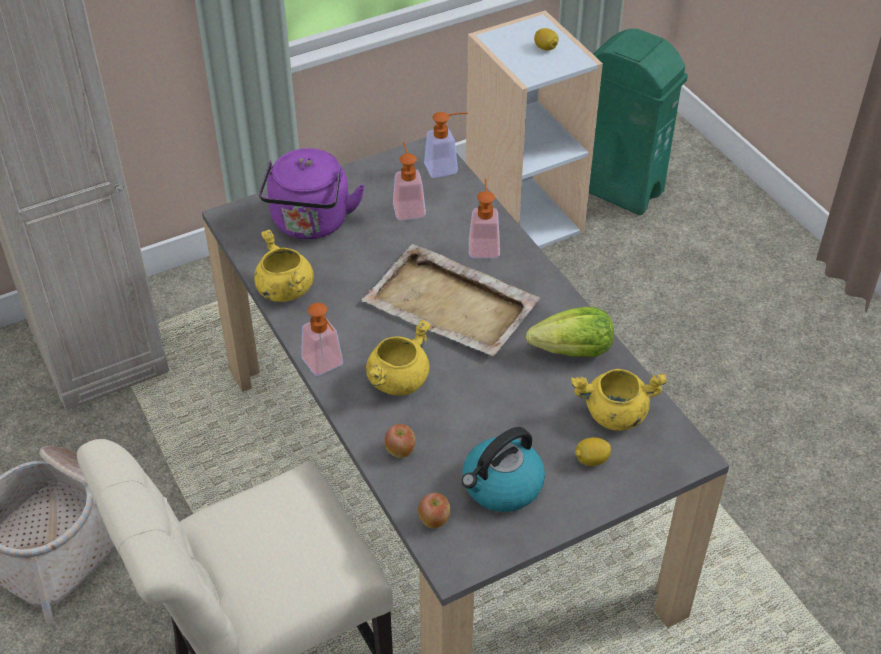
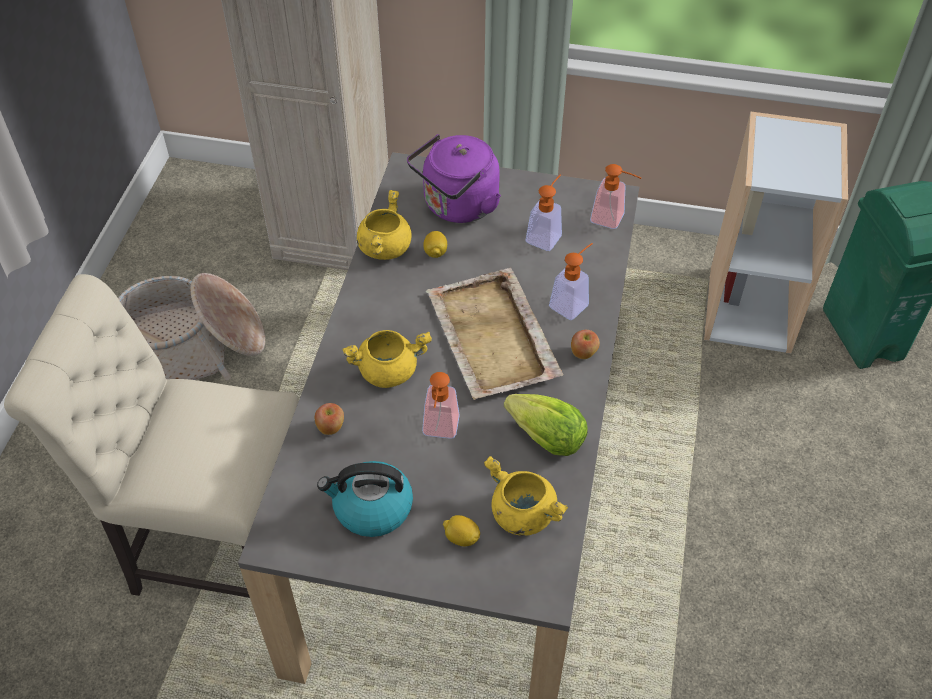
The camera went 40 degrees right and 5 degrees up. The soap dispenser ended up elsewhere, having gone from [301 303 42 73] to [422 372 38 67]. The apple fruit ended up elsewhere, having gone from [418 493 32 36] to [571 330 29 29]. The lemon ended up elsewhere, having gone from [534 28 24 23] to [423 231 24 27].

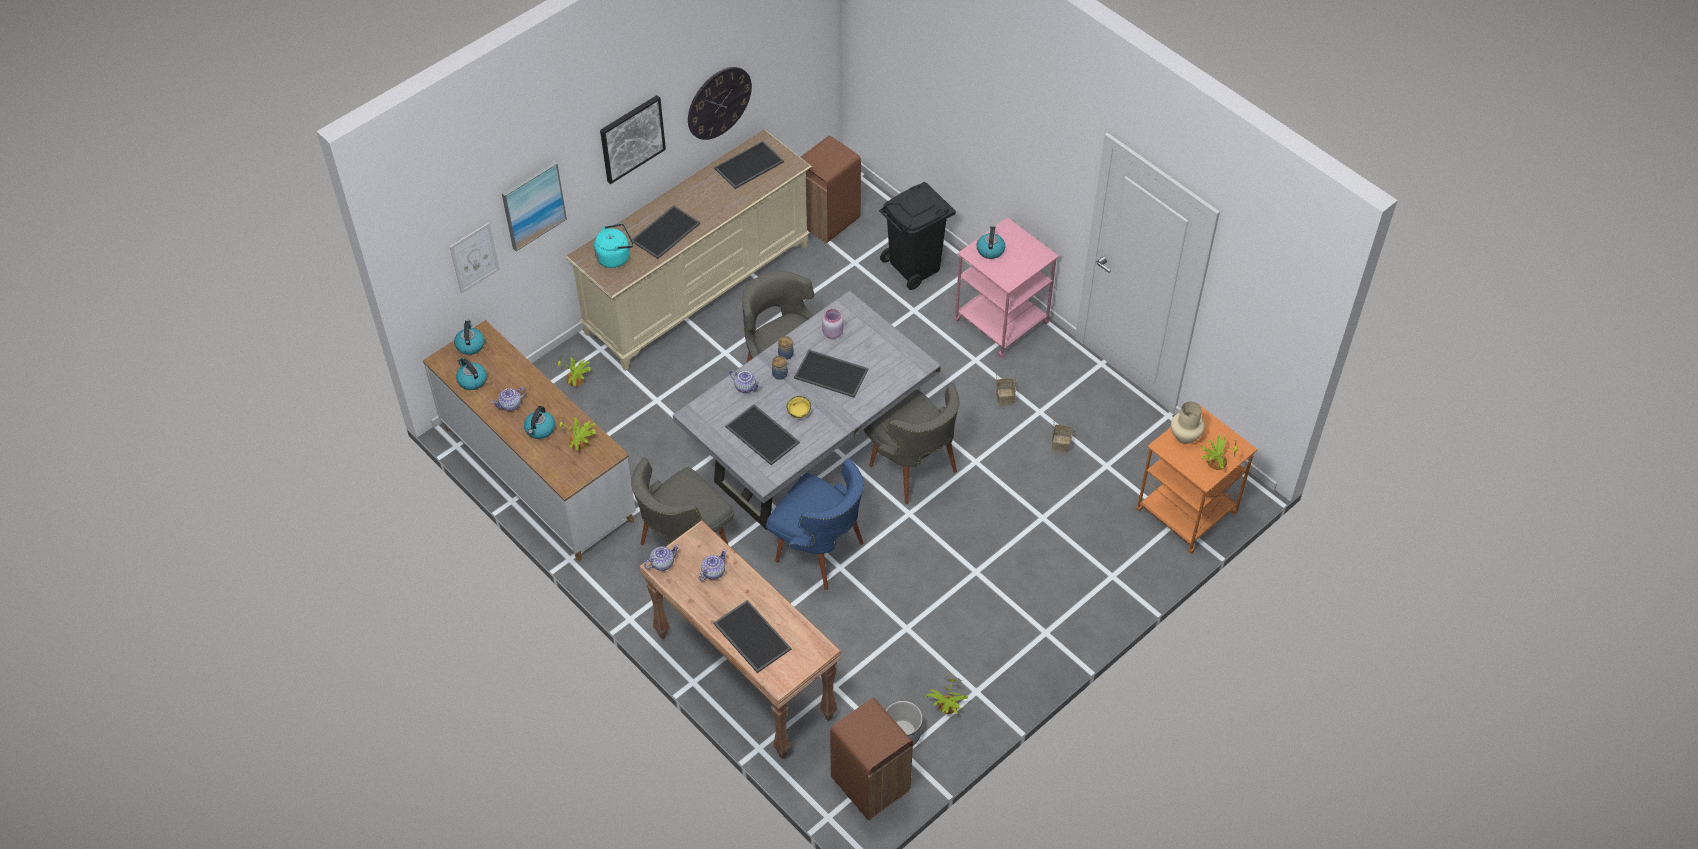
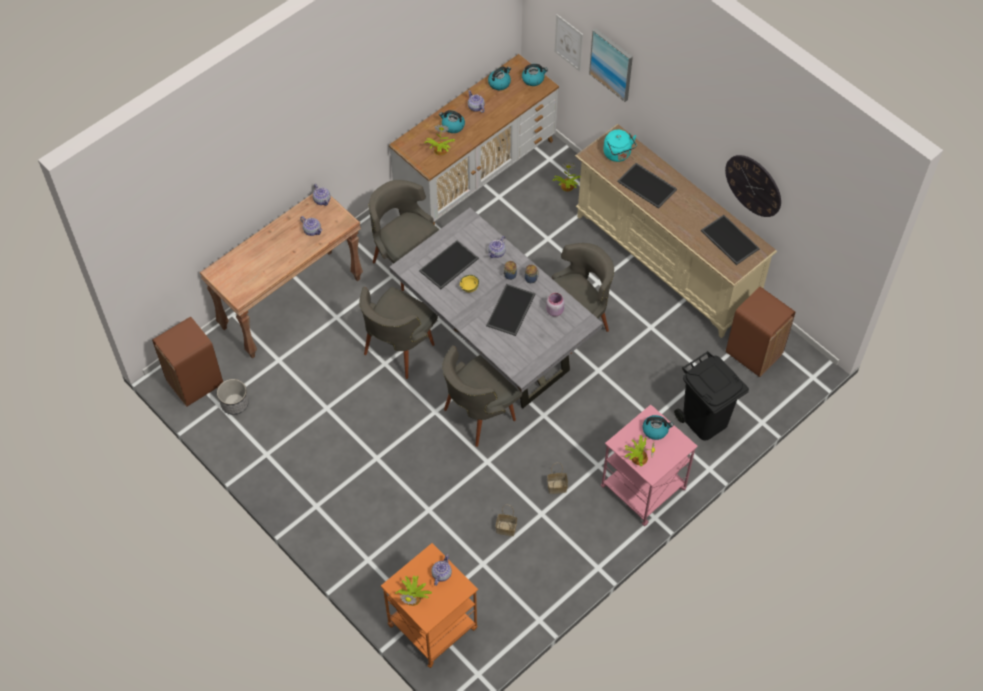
The camera went 90 degrees right and 5 degrees up. The second view lost the wall art at [600 95 66 89]. The second view lost the tray at [714 600 77 73]. The potted plant ended up elsewhere, having gone from [926 675 42 39] to [625 435 30 31]. Where the beige-coloured vase stood at [1171 401 34 43], the tea pot came to stand at [431 554 21 32]. What was the blue-coloured upright chair at [766 458 98 132] turned into the greyish upright chair at [359 287 79 92].

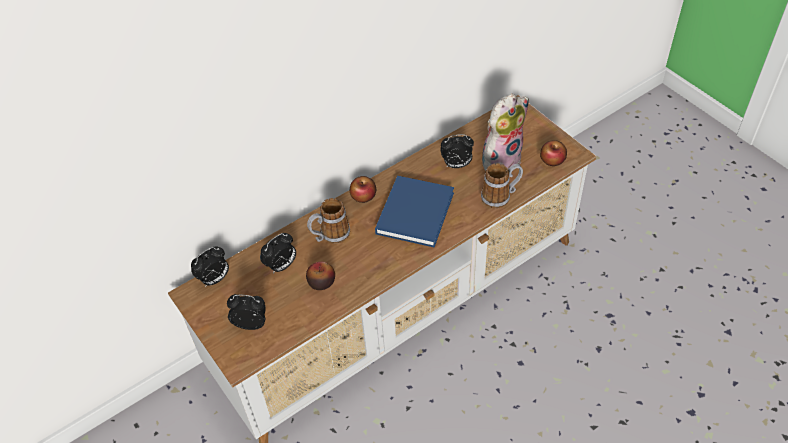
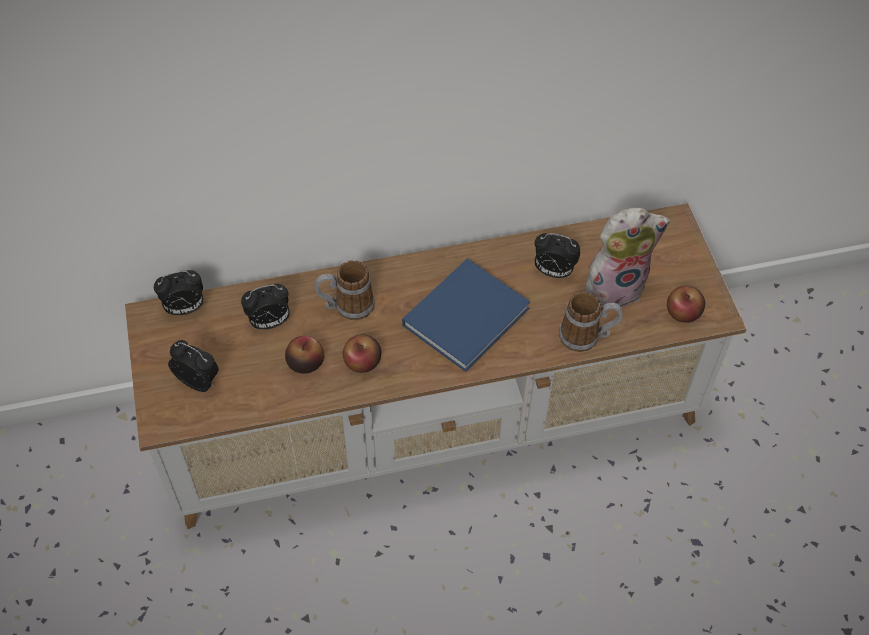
The camera went 20 degrees right and 5 degrees up. The apple fruit ended up elsewhere, having gone from [350 176 26 27] to [343 334 38 39].

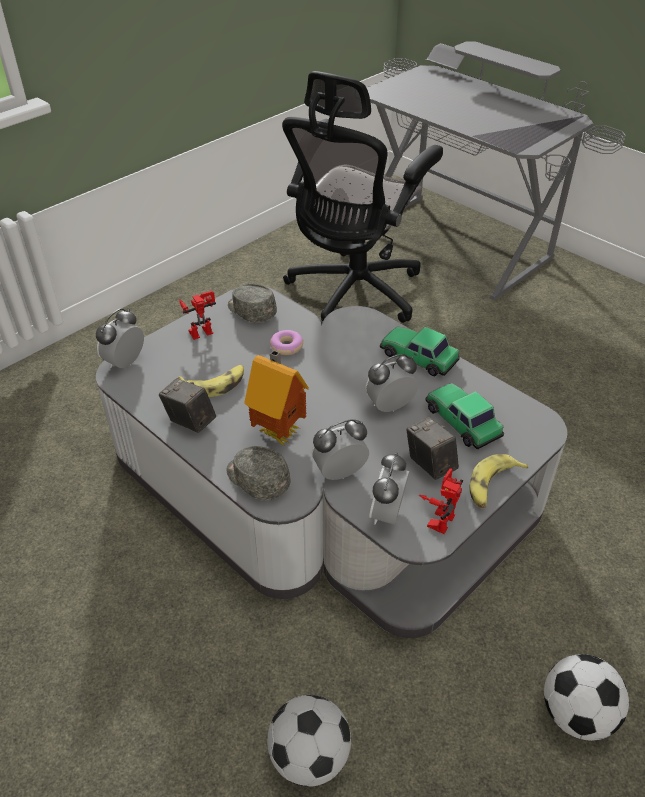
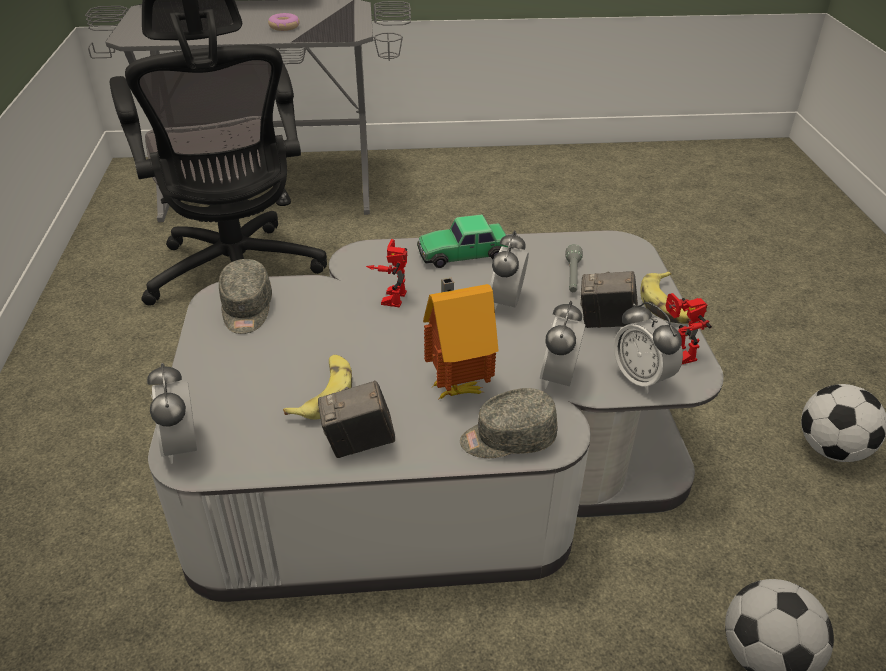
The camera went 50 degrees left and 5 degrees down. The robot figure ended up elsewhere, having gone from [179 291 37 49] to [366 239 41 69]. The ring doughnut ended up elsewhere, having gone from [270 330 33 25] to [268 13 32 18]. Where the toy car stood at [425 383 79 66], the greyish flashlight came to stand at [565 244 18 48]. The greyish cap at [228 284 49 39] ended up facing another way, 90 degrees counterclockwise from before.

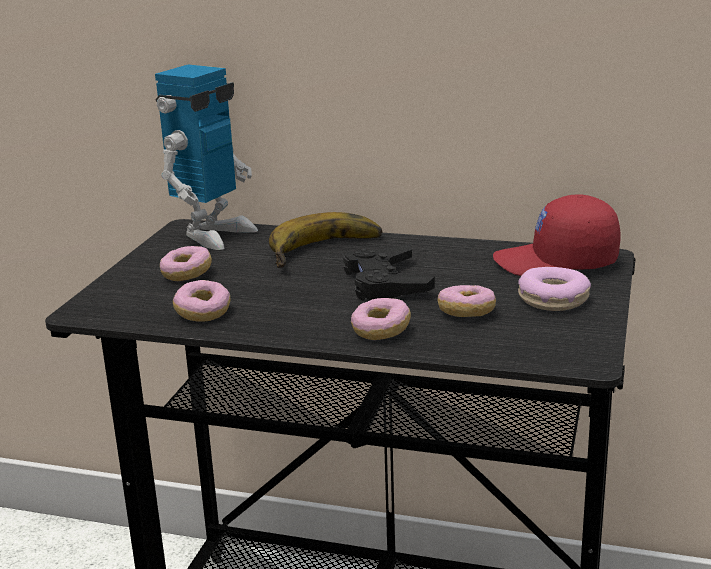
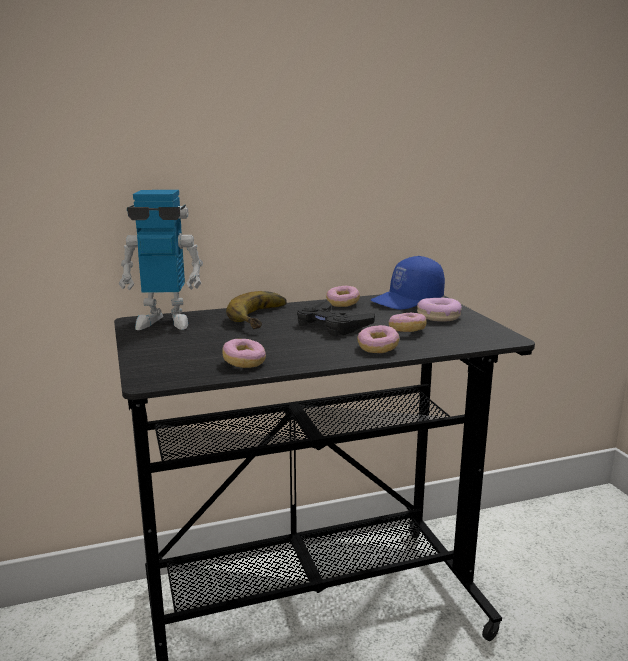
The camera went 35 degrees left and 5 degrees down. The ring doughnut ended up elsewhere, having gone from [160 246 52 35] to [326 286 34 21]. What was the red-coloured cap at [493 195 128 81] turned into the blue-coloured cap at [371 256 74 54]. The robot figure at [155 64 103 186] ended up facing another way, 90 degrees clockwise from before.

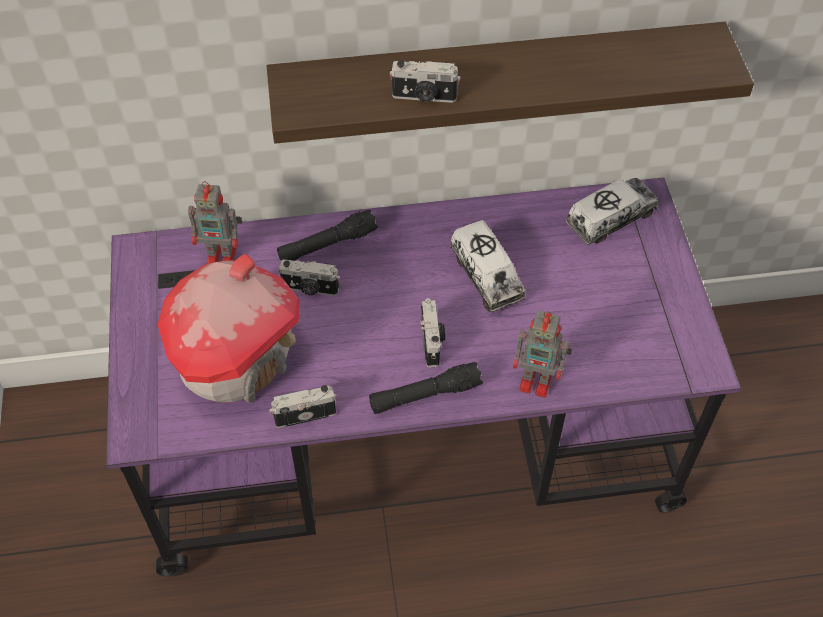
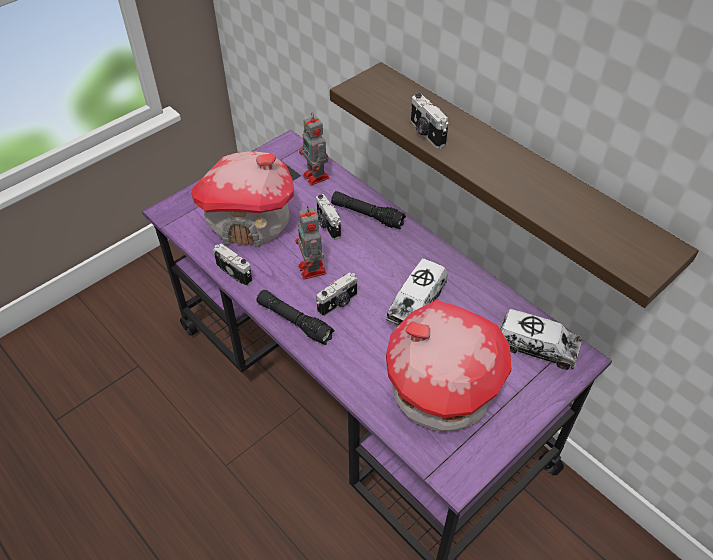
The camera went 55 degrees right and 5 degrees down. The second view gained the miniature house at [386 300 126 131]. The robot figure ended up elsewhere, having gone from [513 311 59 87] to [295 206 31 73].

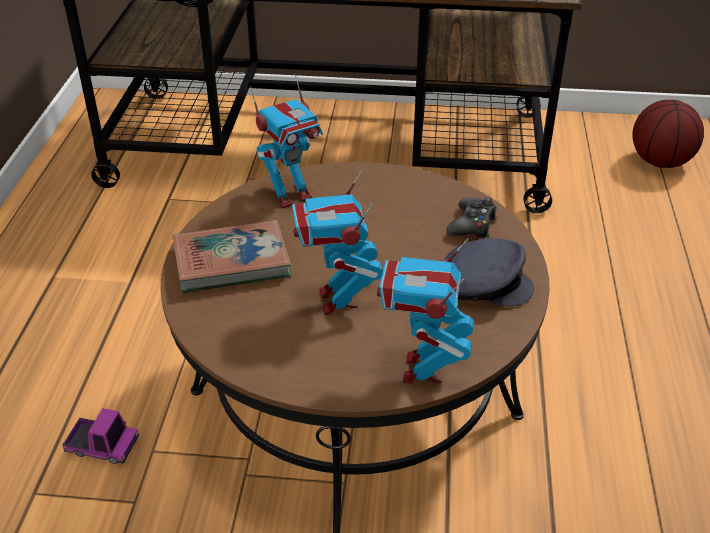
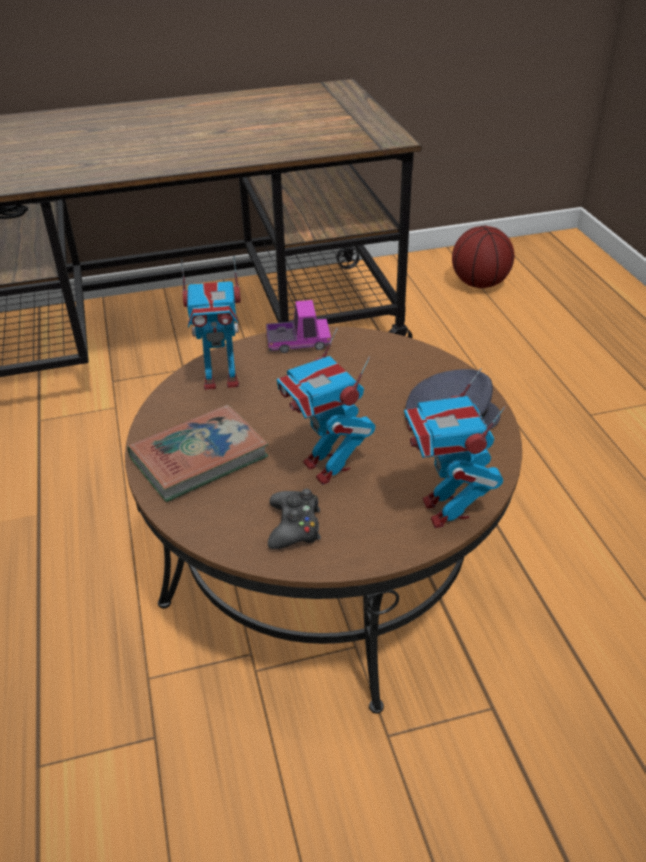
The camera went 20 degrees left and 0 degrees up. The toy truck ended up elsewhere, having gone from [62 408 77 56] to [266 300 65 53]. The black game controller ended up elsewhere, having gone from [446 197 51 42] to [268 489 53 60]. The robot figure at [250 74 73 135] ended up facing another way, 45 degrees clockwise from before.

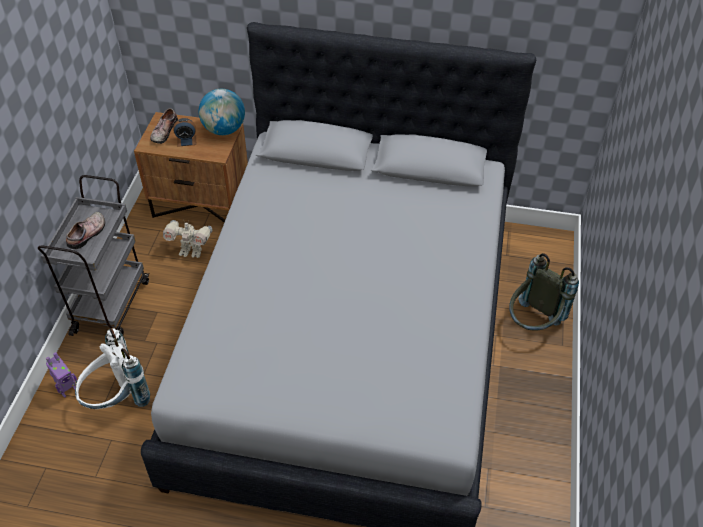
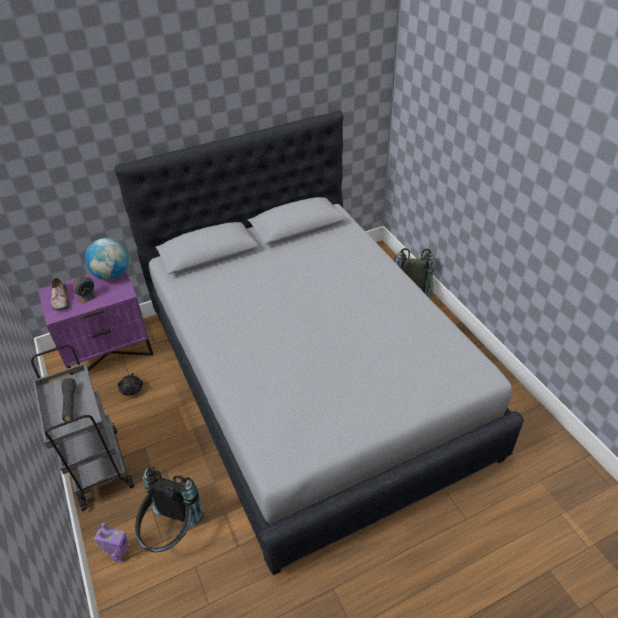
The camera went 35 degrees left and 5 degrees down. Where the low shoe stood at [66 212 39 37], the black flashlight came to stand at [62 378 14 44]. Where the robot figure stood at [163 220 49 38], the black plush toy came to stand at [118 373 25 23]. What was the white backpack at [75 328 75 81] turned into the black backpack at [135 467 69 86]. What was the brownish nightstand at [134 112 114 110] turned into the purple nightstand at [38 271 115 104].

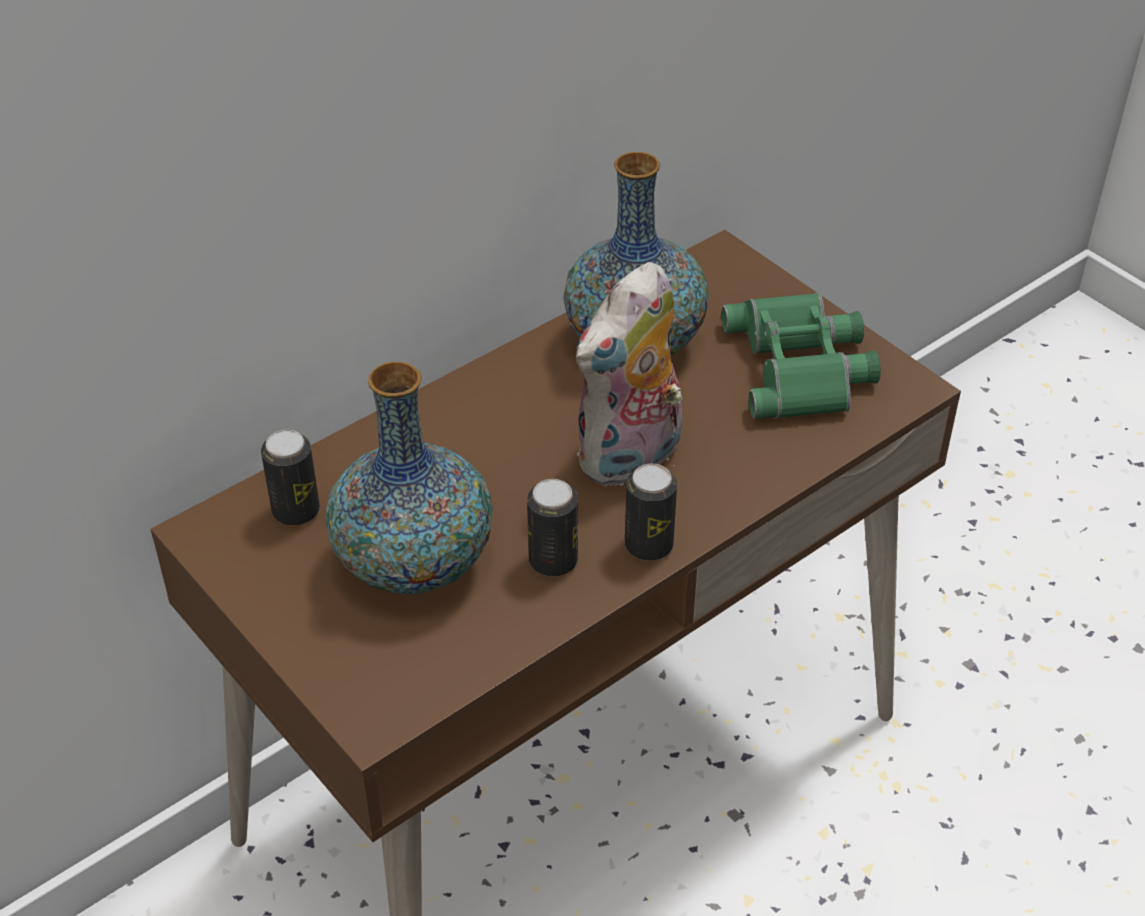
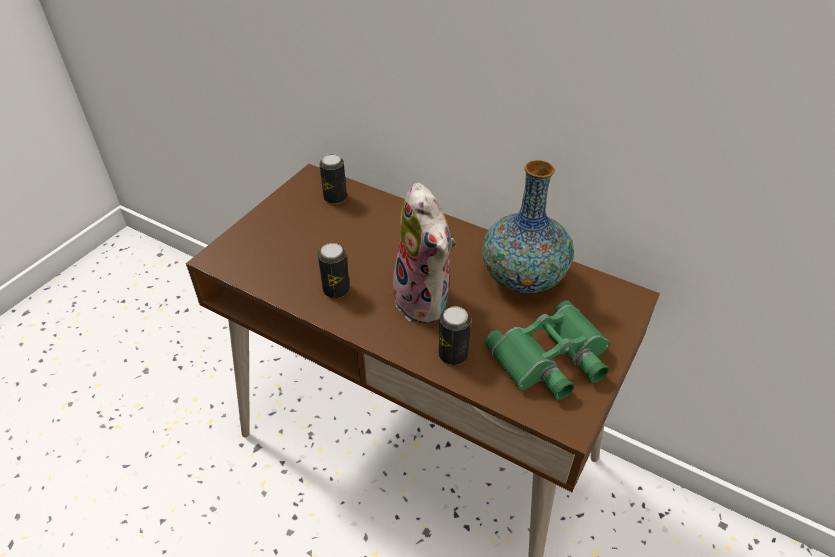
The camera went 70 degrees right and 0 degrees up. The second view lost the vase at [326 362 167 232]. The metal can ended up elsewhere, having gone from [625 464 52 97] to [439 306 32 59]. The plush toy at [576 262 106 225] ended up facing another way, 135 degrees counterclockwise from before.

